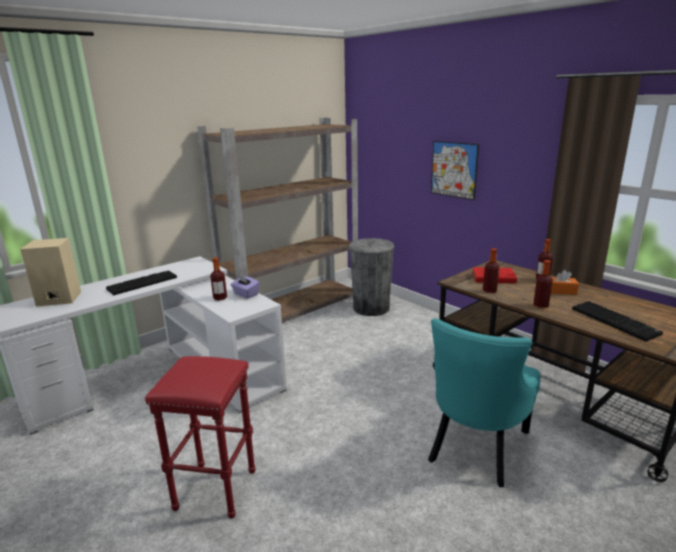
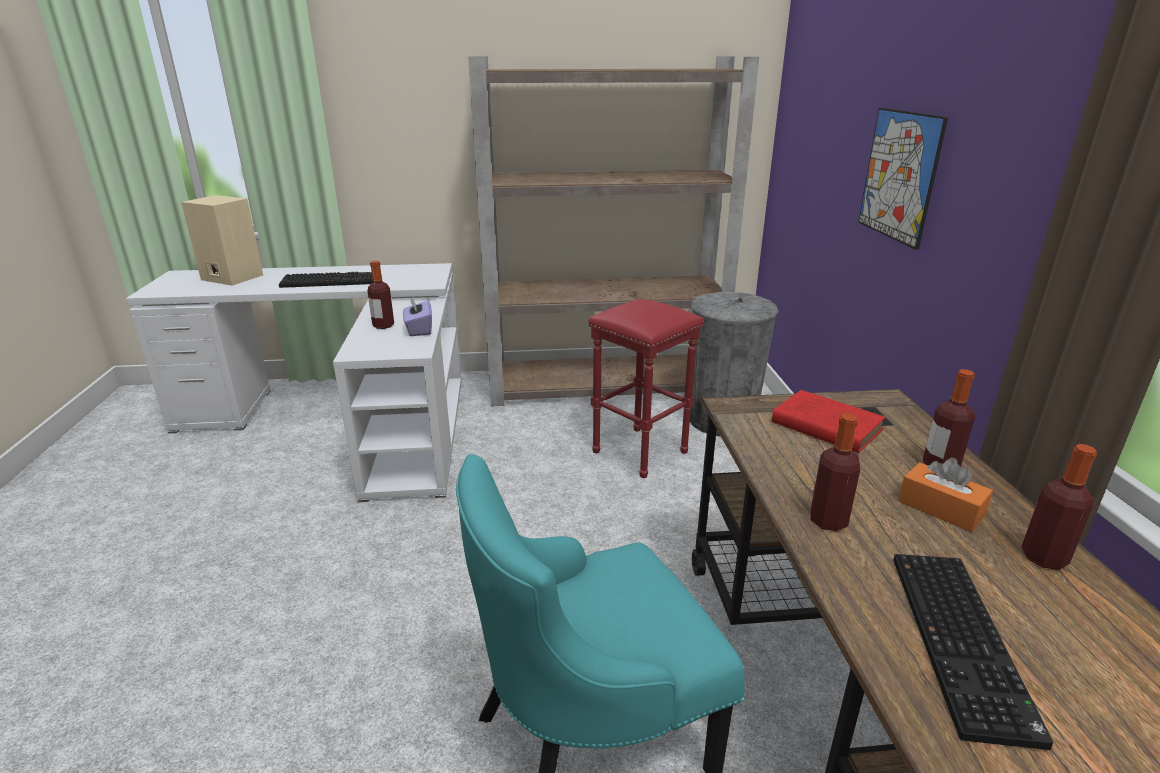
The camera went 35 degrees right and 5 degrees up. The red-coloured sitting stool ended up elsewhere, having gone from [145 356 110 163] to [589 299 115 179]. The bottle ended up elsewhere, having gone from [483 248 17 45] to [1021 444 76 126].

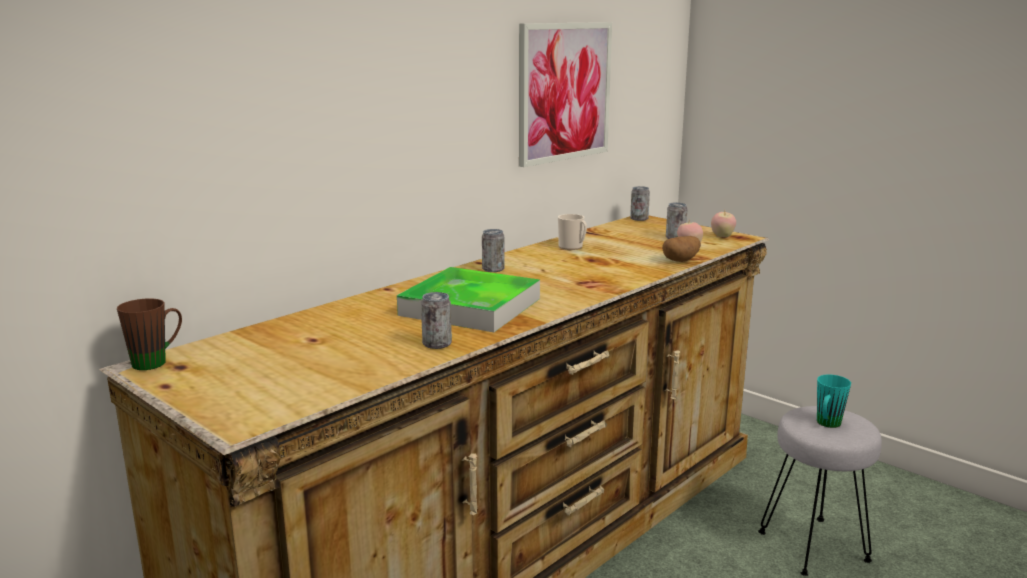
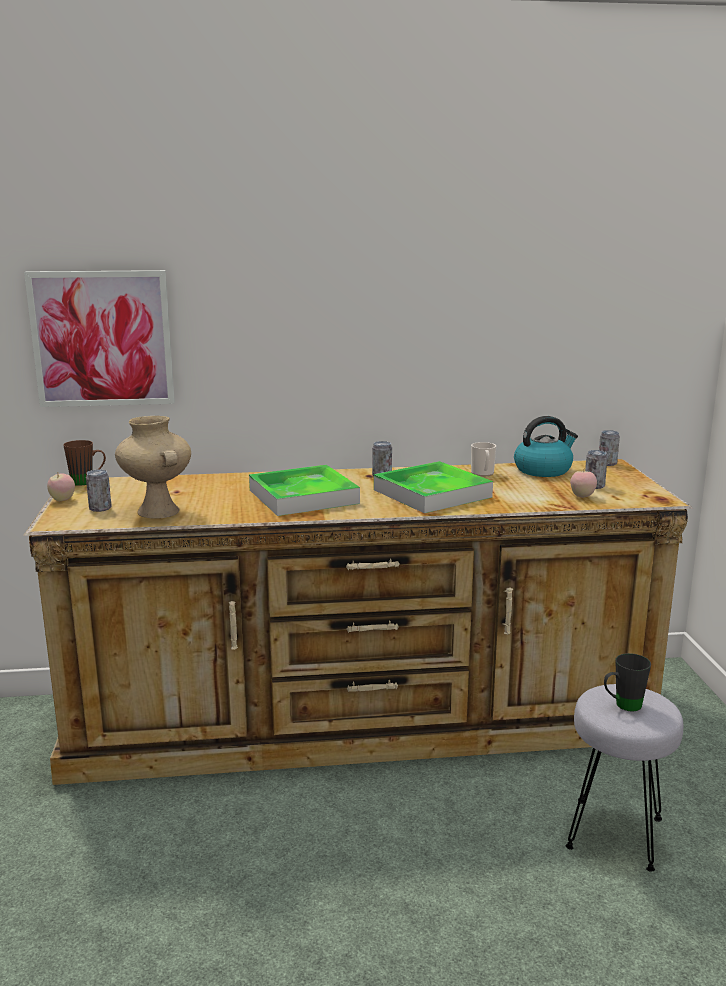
The camera went 40 degrees right and 0 degrees up. The second view lost the whole potato at [662 236 39 26]. The second view gained the beige-coloured vase at [115 416 76 103]. The second view gained the tray at [374 461 119 52]. The second view gained the water kettle at [514 416 64 61]. The metal can ended up elsewhere, having gone from [421 292 31 57] to [86 470 26 42]. The wall art ended up elsewhere, having gone from [519 22 93 145] to [24 270 151 137]. The apple fruit ended up elsewhere, having gone from [711 212 25 25] to [47 474 28 27]. What was the blue-green tea mug at [817 374 34 54] turned into the black tea mug at [604 653 47 58].

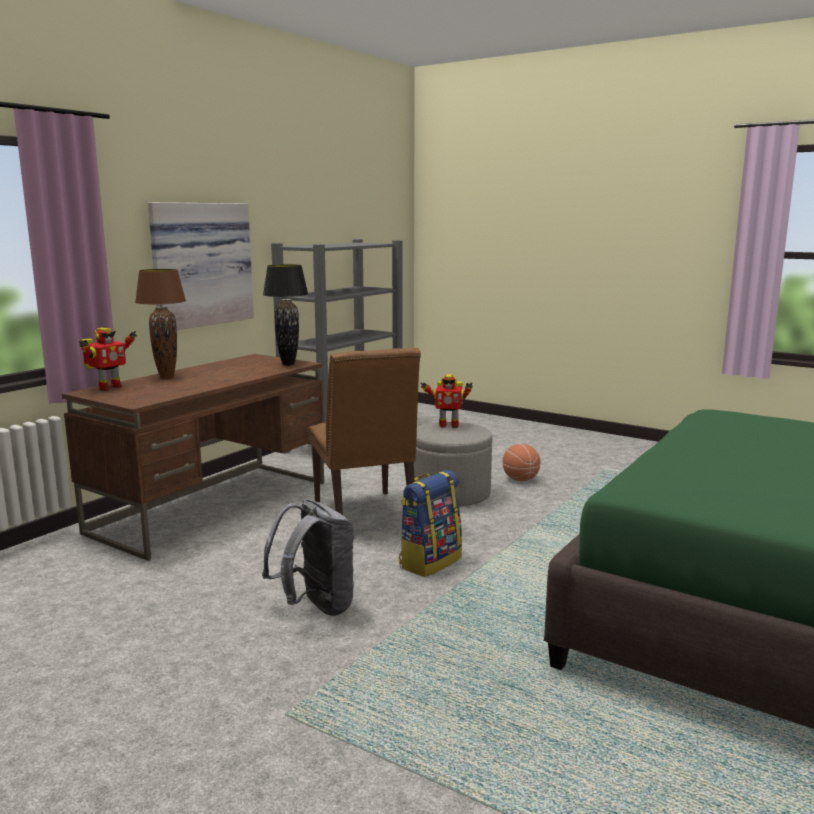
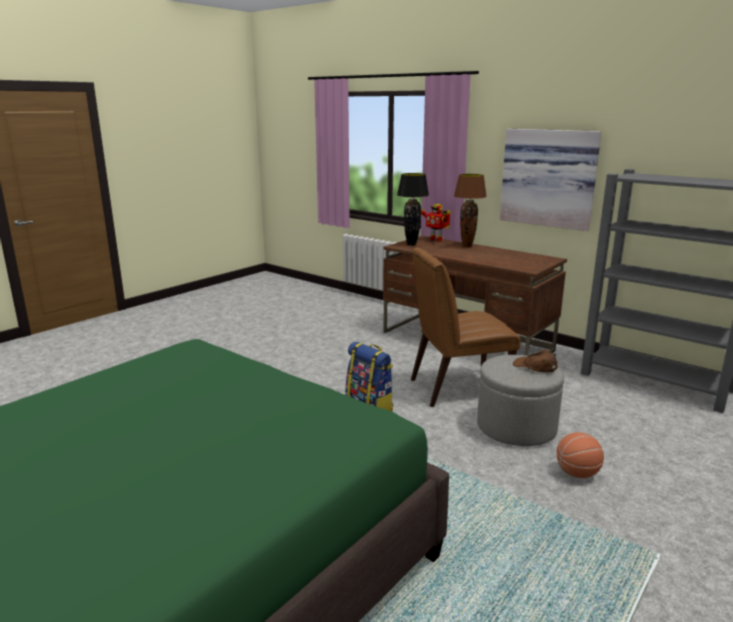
The camera went 95 degrees right and 5 degrees up. The second view lost the greyish backpack at [262 499 93 117]. The black table lamp ended up elsewhere, having gone from [263 264 45 102] to [397 173 32 73]. Where the robot figure stood at [420 374 53 54], the brownish cap came to stand at [513 350 45 22].

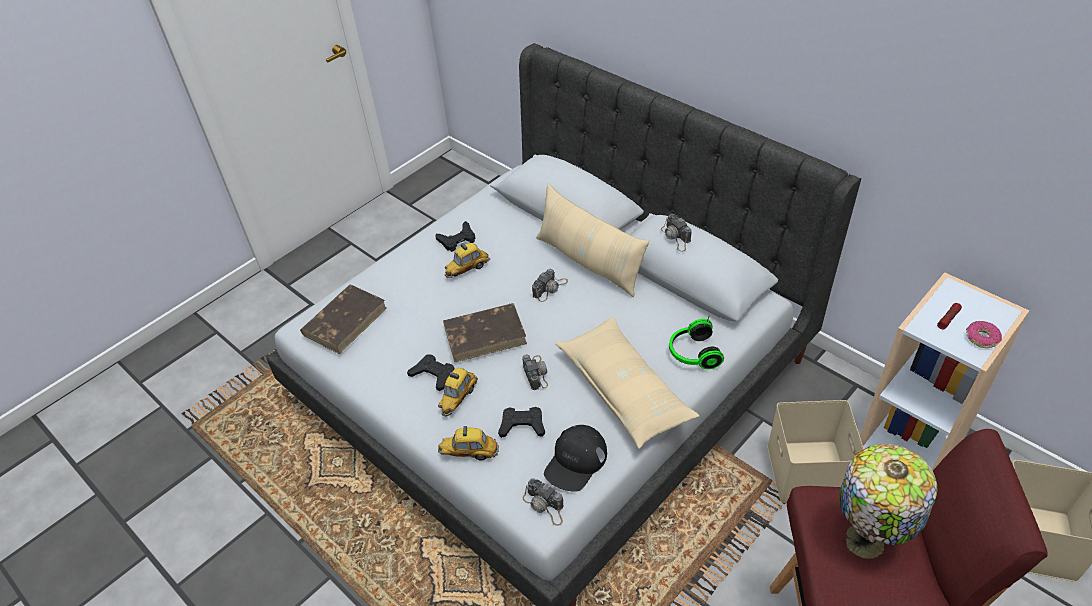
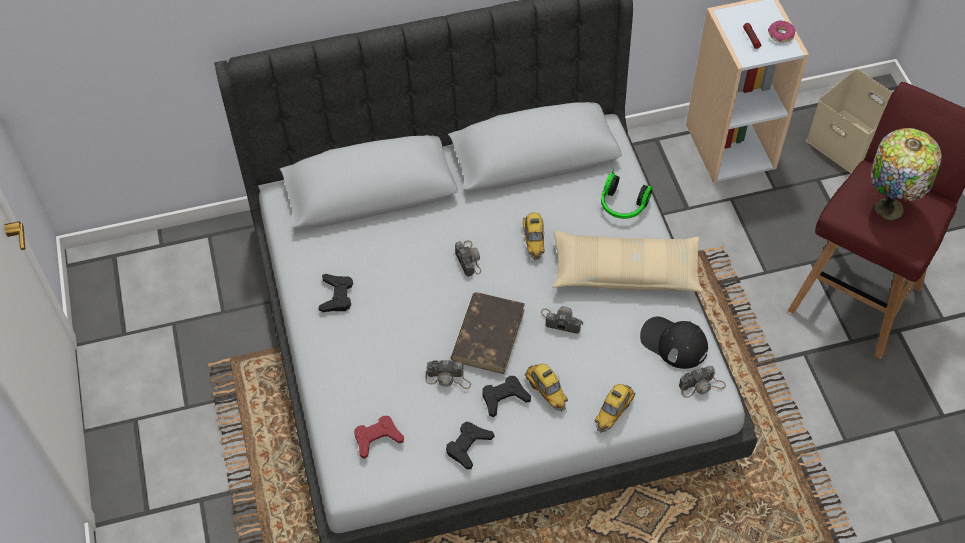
The camera went 60 degrees left and 10 degrees up. The second view lost the beige-coloured throw pillow at [536 184 113 113]. The second view lost the beige-coloured storage bin at [767 400 97 104]. The toy car ended up elsewhere, having gone from [445 243 45 35] to [523 213 22 47]. The black game controller ended up elsewhere, having gone from [498 407 47 31] to [446 422 48 47]. The photo camera ended up elsewhere, having gone from [661 214 31 38] to [426 360 45 29]. Where the brownish bound book stood at [300 284 87 70], the red-coloured game controller came to stand at [354 416 50 43]. The black cap at [544 425 63 67] ended up facing another way, 150 degrees clockwise from before.

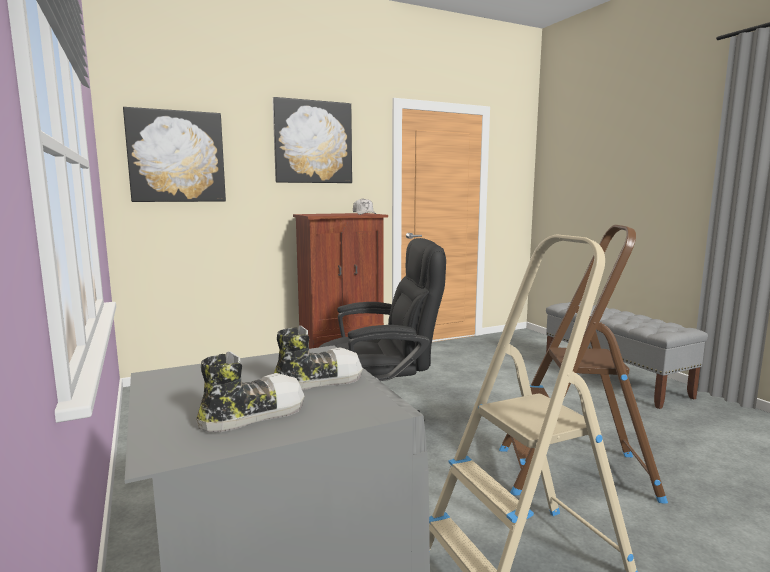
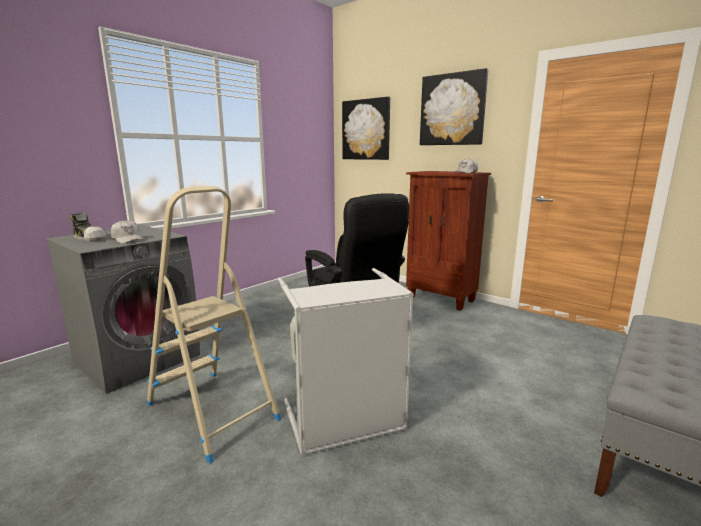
The camera went 65 degrees right and 5 degrees up. Where the low shoe stood at [274 326 89 64], the white cap came to stand at [110 220 35 24]. Where the brownish step ladder stood at [499 225 169 279], the greyish laundry basket came to stand at [278 268 136 188].

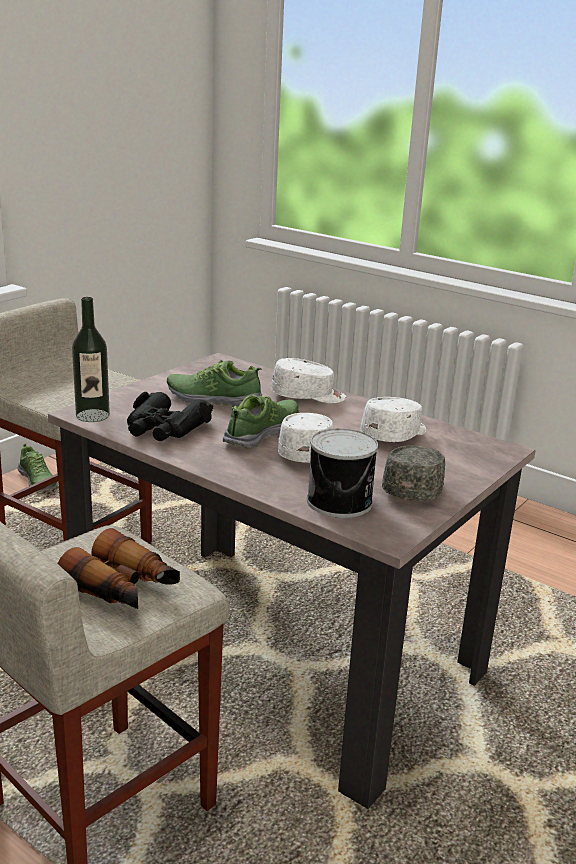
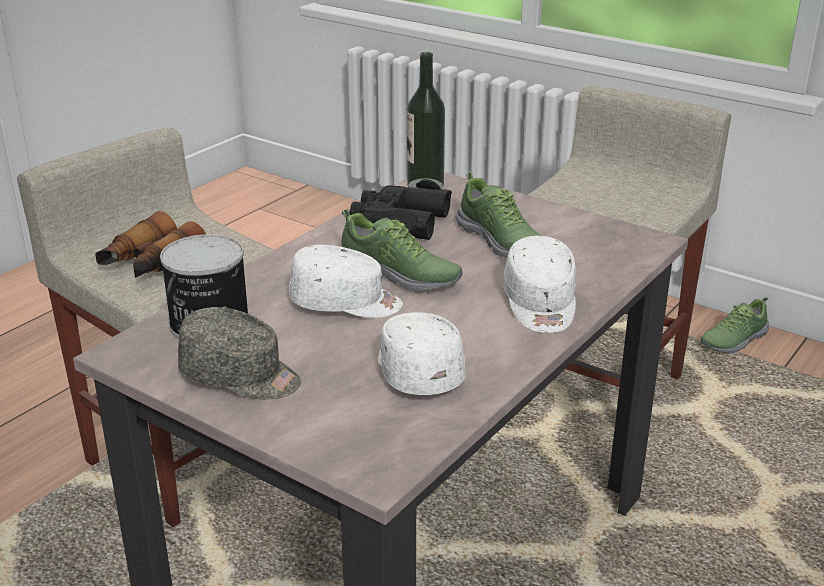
The camera went 90 degrees right and 5 degrees up. The low shoe at [167 360 95 47] ended up facing another way, 135 degrees clockwise from before. The white cap at [361 397 65 45] ended up facing another way, 150 degrees counterclockwise from before.

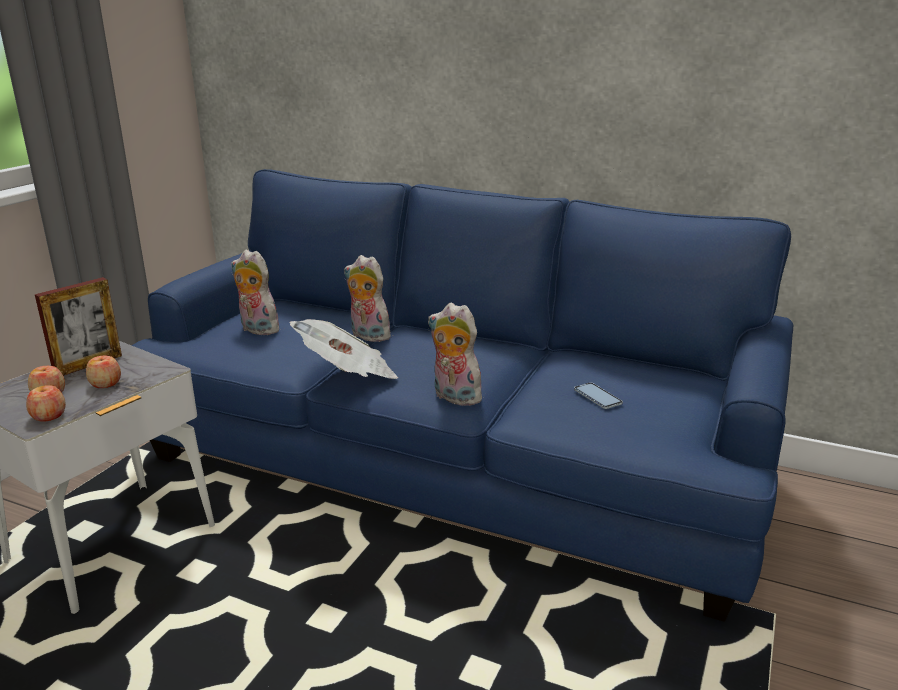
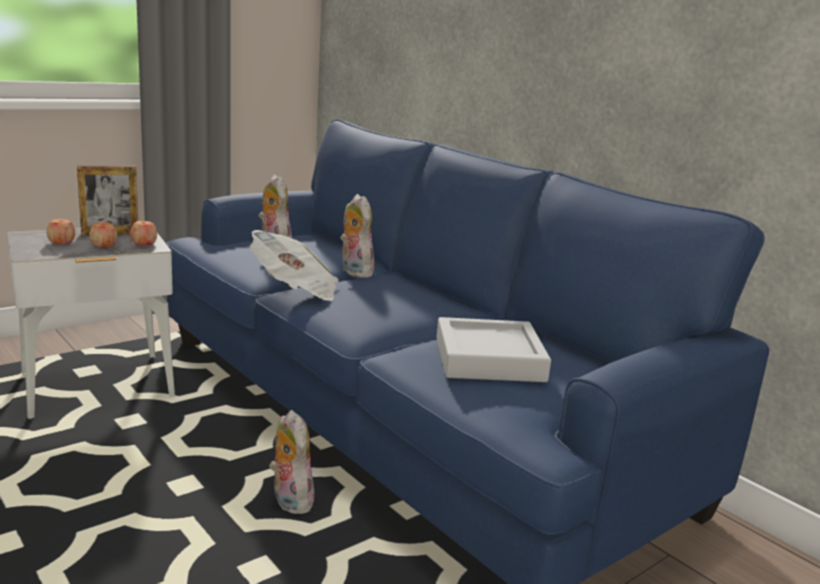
The camera went 25 degrees right and 5 degrees down. The apple fruit ended up elsewhere, having gone from [26 385 40 37] to [130 221 27 25]. The plush toy ended up elsewhere, having gone from [428 303 60 103] to [269 410 46 104]. Where the telephone stood at [574 382 49 27], the greyish tray came to stand at [436 317 115 65].

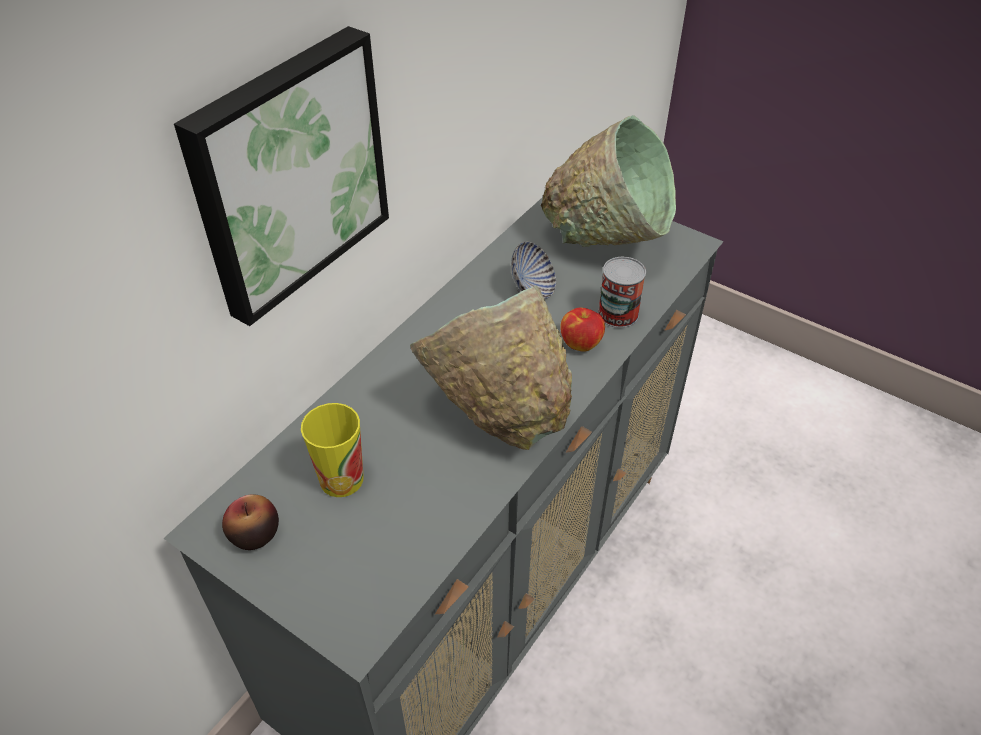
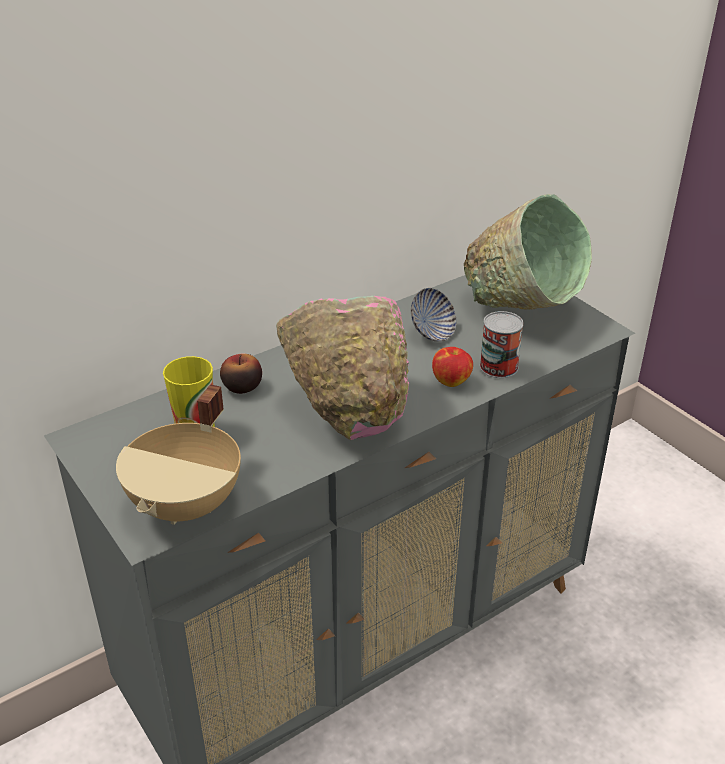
The camera went 20 degrees right and 10 degrees down. The second view lost the wall art at [174 26 215 300]. The second view gained the beige-coloured stockpot at [116 384 125 141]. The apple fruit ended up elsewhere, having gone from [222 495 57 55] to [220 353 42 41]. What was the green-coloured deep dish at [410 285 162 165] turned into the pinkish deep dish at [276 296 133 144].

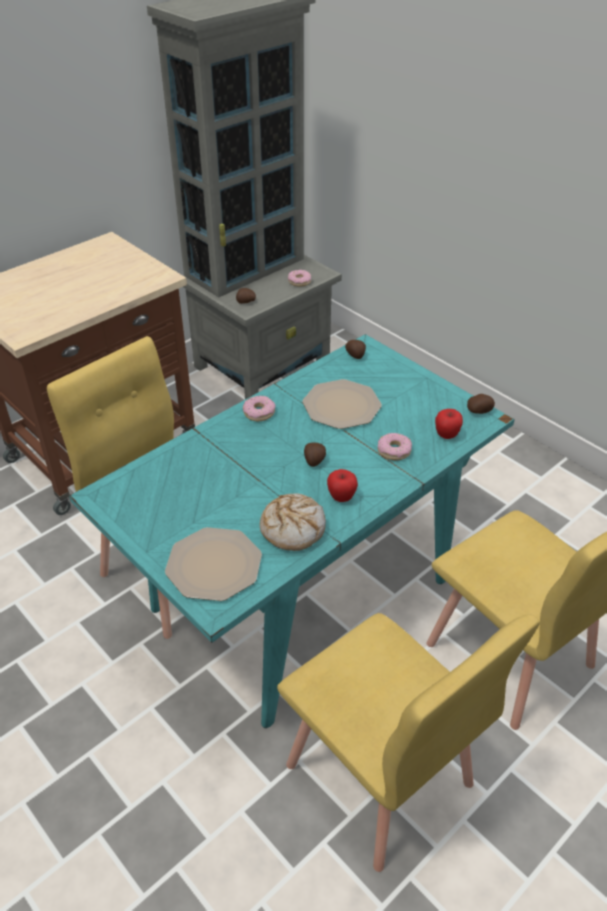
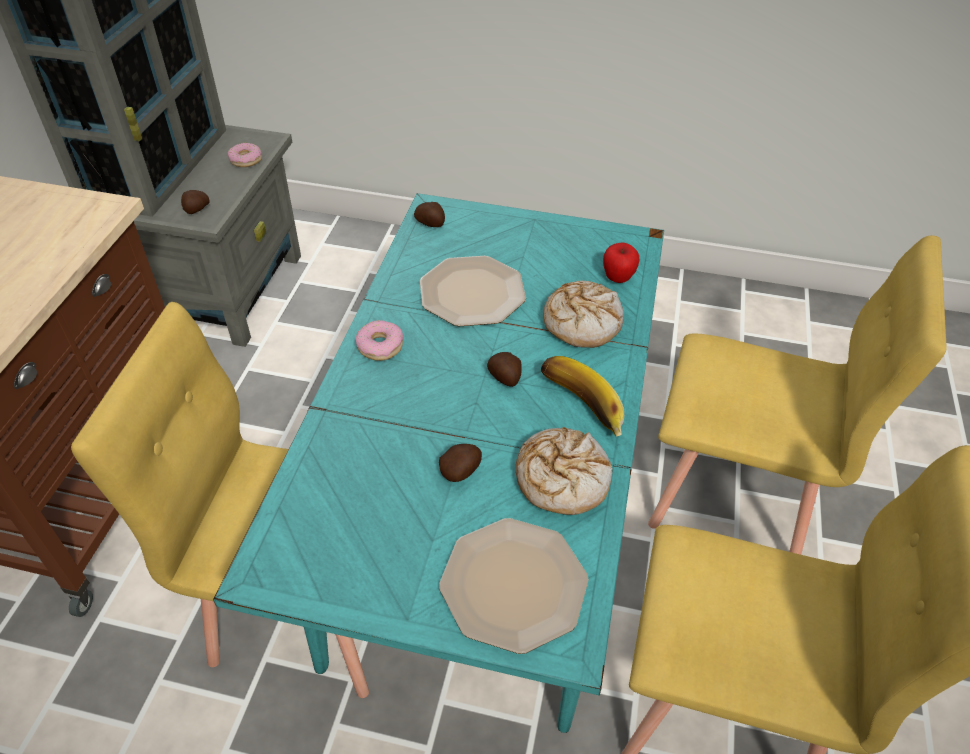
The camera went 35 degrees left and 5 degrees up. The whole potato ended up elsewhere, having gone from [467 394 28 20] to [439 444 43 38]. Where the apple fruit stood at [327 469 31 33], the banana fruit came to stand at [541 356 83 81]. Where the ring doughnut stood at [378 433 34 27], the bakery bread came to stand at [543 281 81 67].

